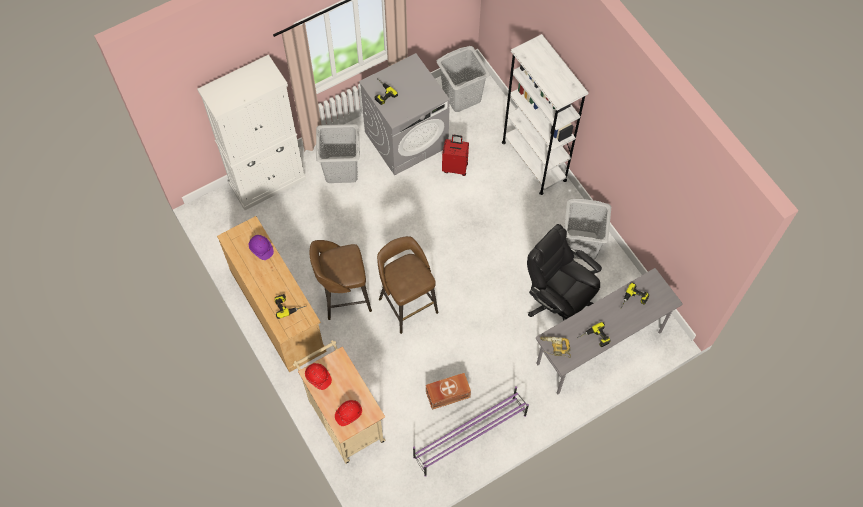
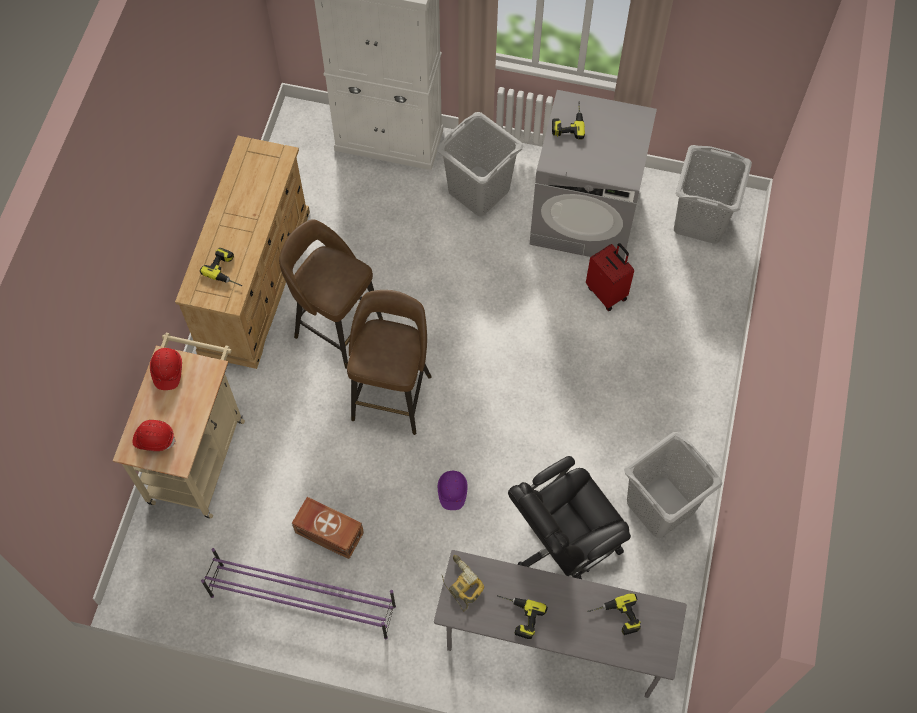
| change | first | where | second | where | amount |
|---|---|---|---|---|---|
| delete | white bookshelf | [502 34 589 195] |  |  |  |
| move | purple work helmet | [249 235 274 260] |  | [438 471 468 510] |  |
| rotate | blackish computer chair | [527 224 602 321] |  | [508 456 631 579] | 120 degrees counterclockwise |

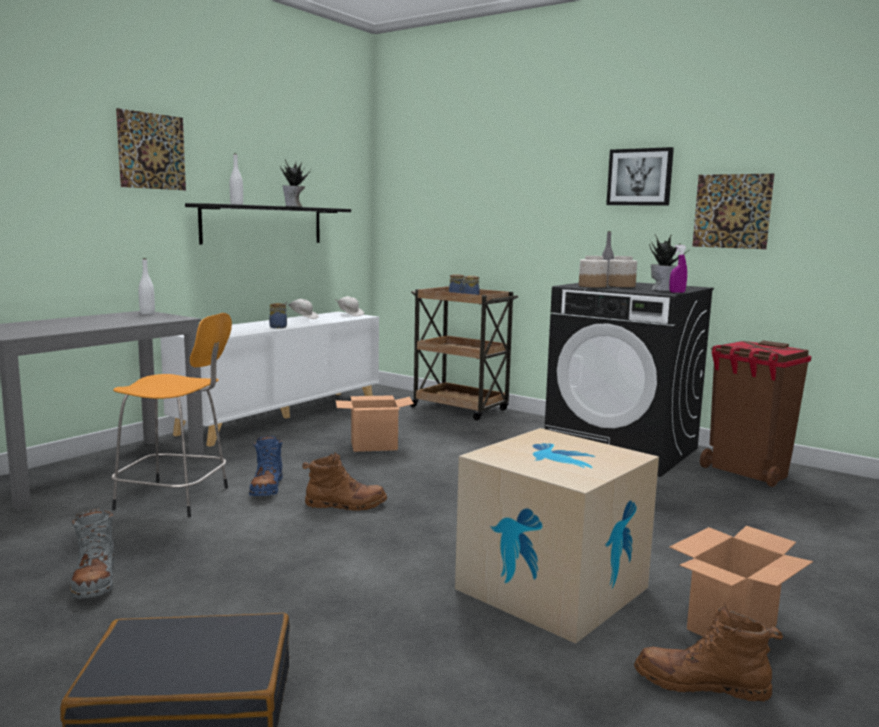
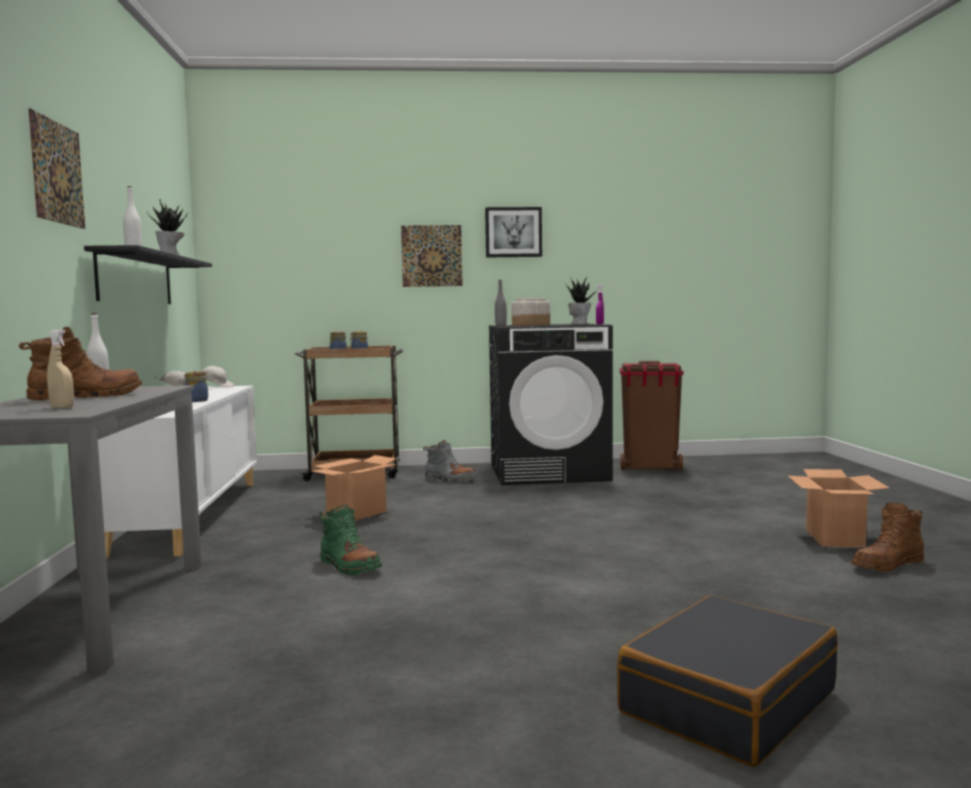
| change | first | where | second | where | amount |
|---|---|---|---|---|---|
| delete | orangey sitting stool | [111 313 232 517] |  |  |  |
| delete | cardboard box | [455 428 659 644] |  |  |  |
| insert |  |  | beige-coloured spray bottle | [47 329 74 408] |  |
| move | gray high-top boot | [70 508 115 599] |  | [423 440 478 483] |  |
| move | brownish high-top boot | [302 452 387 511] |  | [19 327 142 401] |  |
| move | wall picture | [692 174 774 249] |  | [401 225 463 287] |  |
| recolor | bluish high-top boot | [249 436 283 496] | green high-top boot | [319 505 382 575] |  |

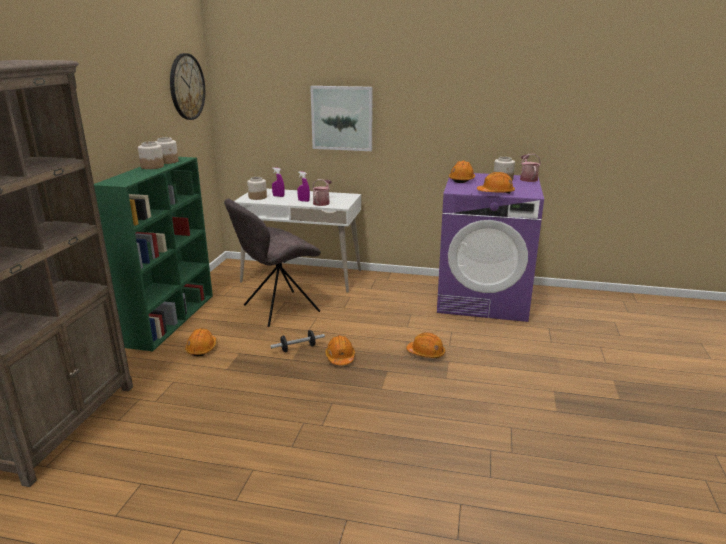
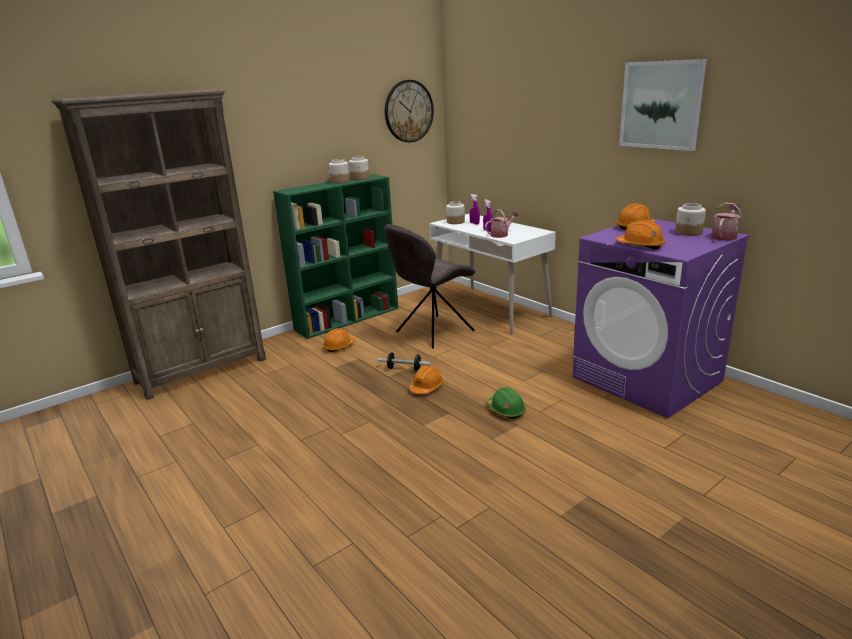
| change | first | where | second | where | amount |
|---|---|---|---|---|---|
| move | wall picture | [310 86 373 151] |  | [619 59 707 151] |  |
| recolor | orangey work helmet | [406 332 445 359] | green work helmet | [487 387 526 419] |  |
| rotate | gray upright chair | [224 198 321 327] |  | [384 224 475 349] | 45 degrees counterclockwise |

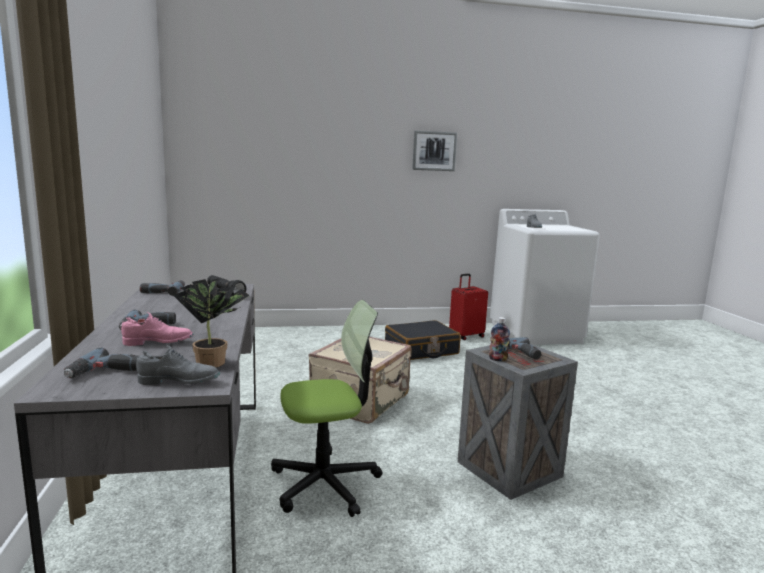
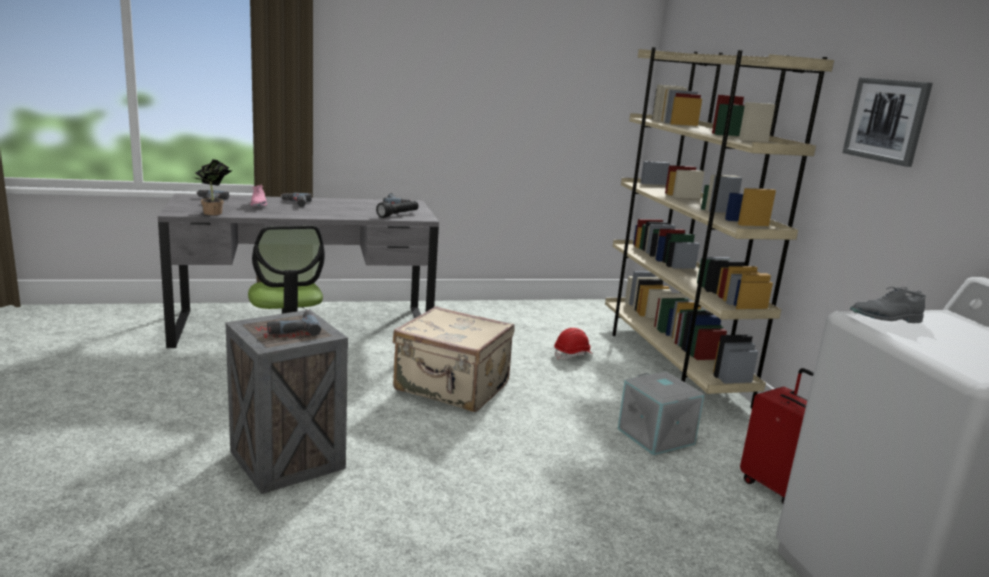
| change | first | where | second | where | amount |
|---|---|---|---|---|---|
| delete | gray item of footwear | [136 345 220 385] |  |  |  |
| delete | drink bottle | [489 317 510 361] |  |  |  |
| insert |  |  | red-coloured work helmet | [554 328 593 359] |  |
| insert |  |  | beige-coloured bookshelf | [605 47 834 408] |  |
| replace | blackish suitcase | [385 320 461 360] | gray storage container | [618 372 704 455] |  |

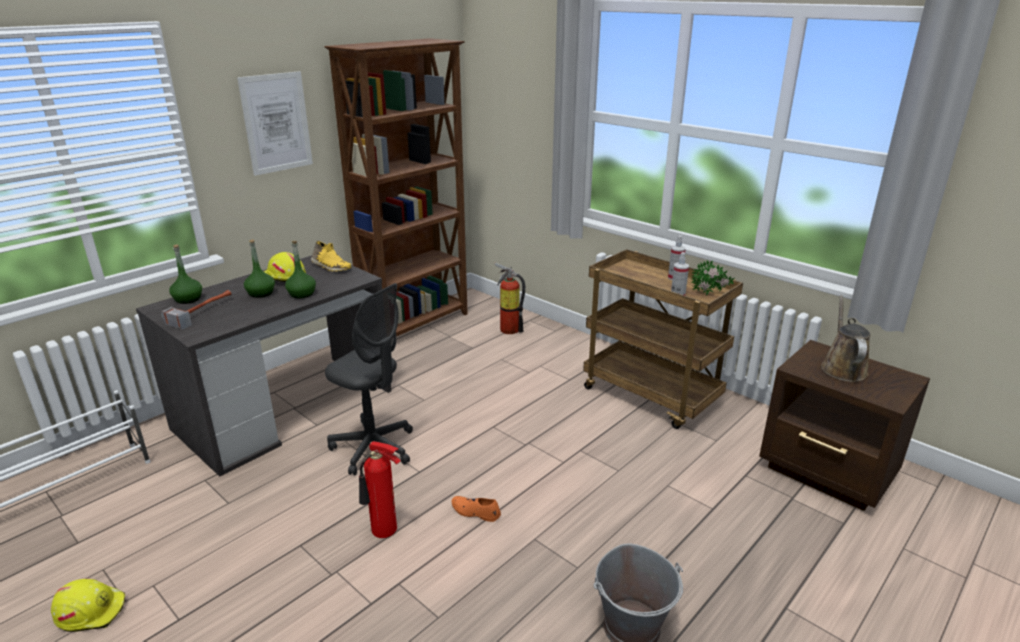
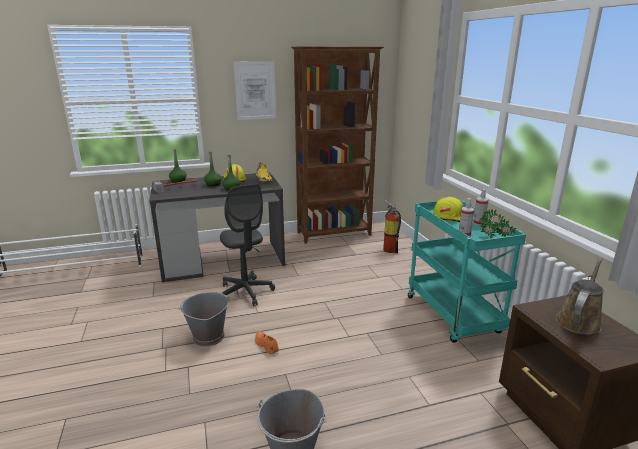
| change | first | where | second | where | amount |
|---|---|---|---|---|---|
| move | yellow-coloured work helmet | [51 579 125 632] |  | [433 197 464 222] |  |
| replace | fire-fighting cylinder | [359 441 401 538] | gray pail | [178 292 230 347] |  |
| recolor | brownish trolley | [583 249 743 429] | blue-green trolley | [408 199 526 343] |  |

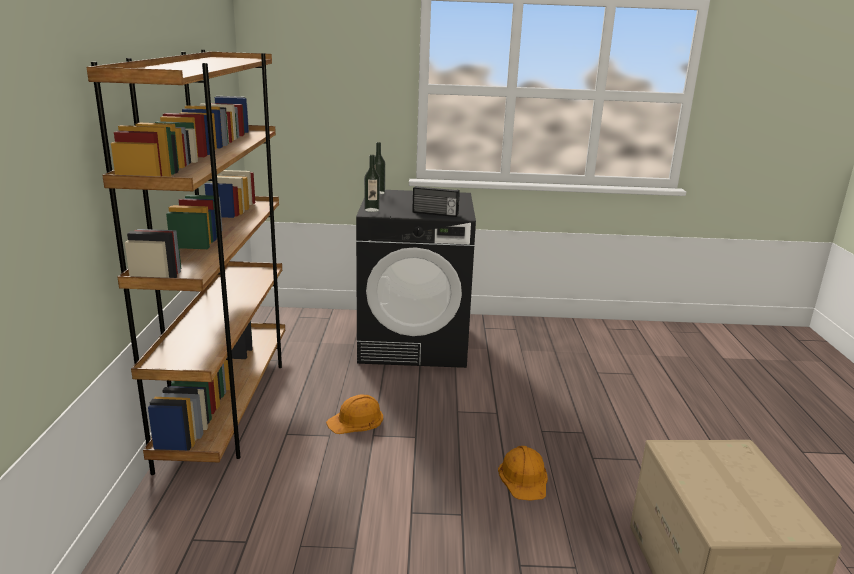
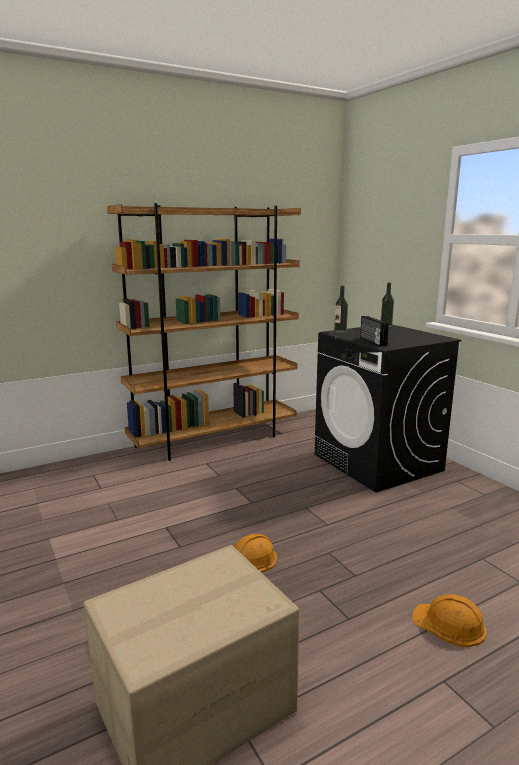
| change | first | where | second | where | amount |
|---|---|---|---|---|---|
| move | orangey work helmet | [326 395 383 434] |  | [412 594 487 647] |  |

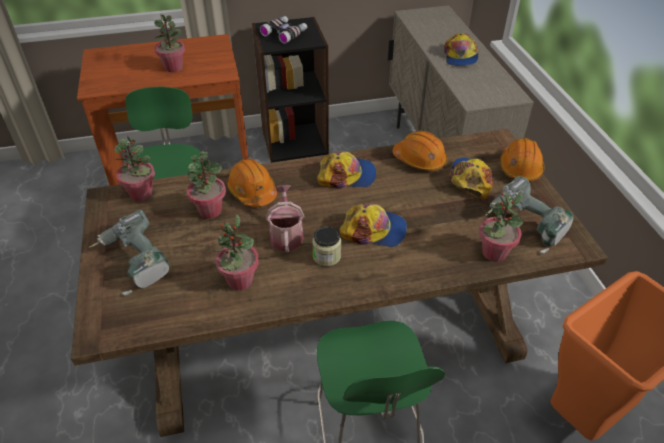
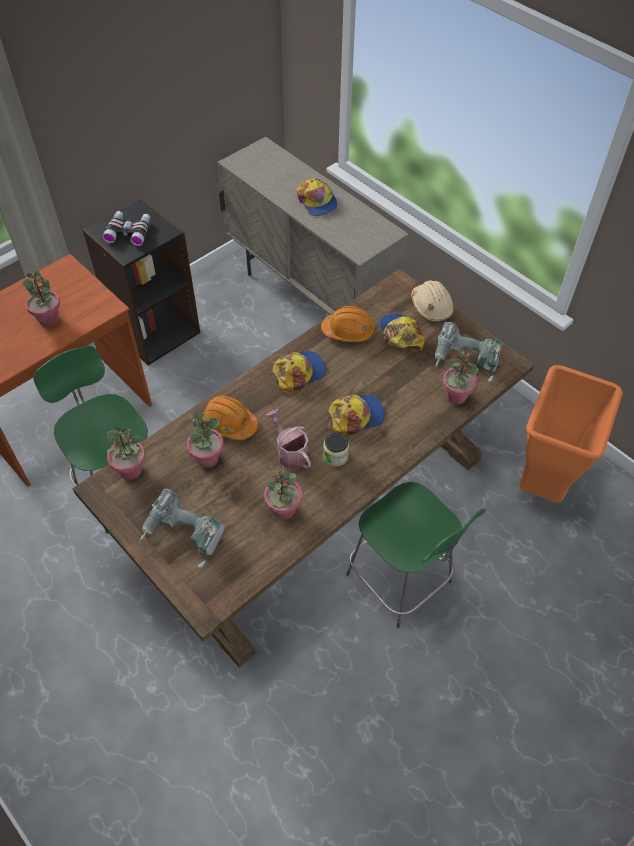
| change | first | where | second | where | amount |
|---|---|---|---|---|---|
| recolor | orangey work helmet | [500 138 544 182] | beige-coloured work helmet | [411 281 454 321] |  |

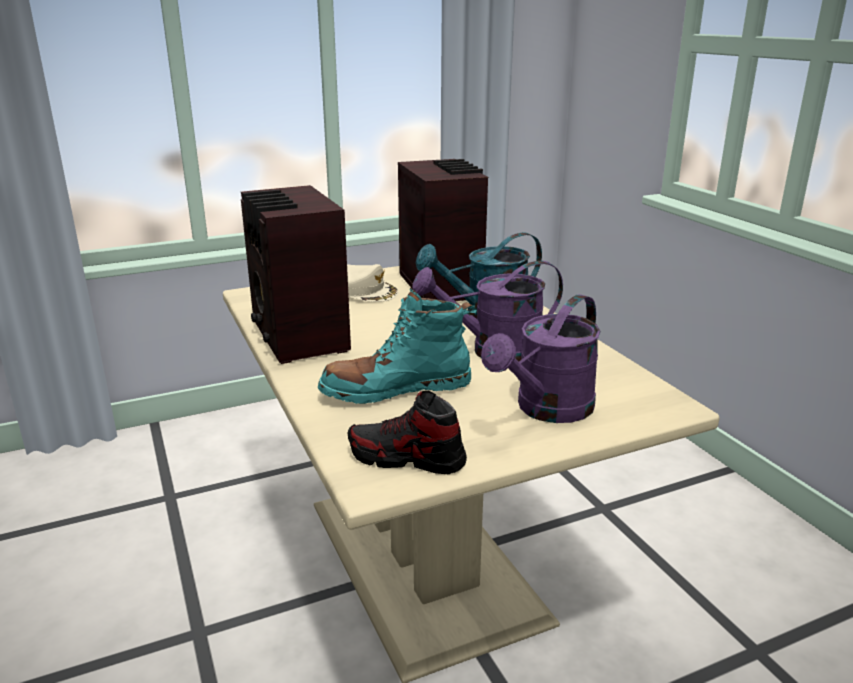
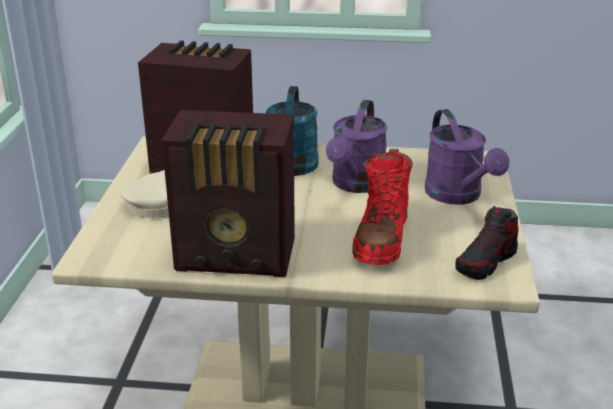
| change | first | where | second | where | amount |
|---|---|---|---|---|---|
| recolor | blue-green high-top boot | [318 288 477 404] | red-coloured high-top boot | [352 148 413 265] |  |

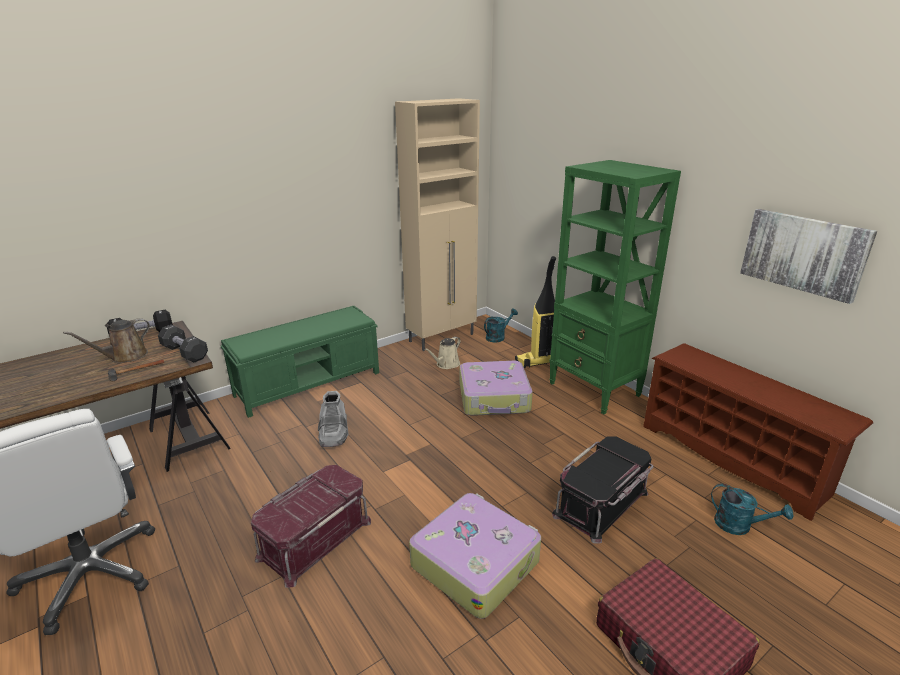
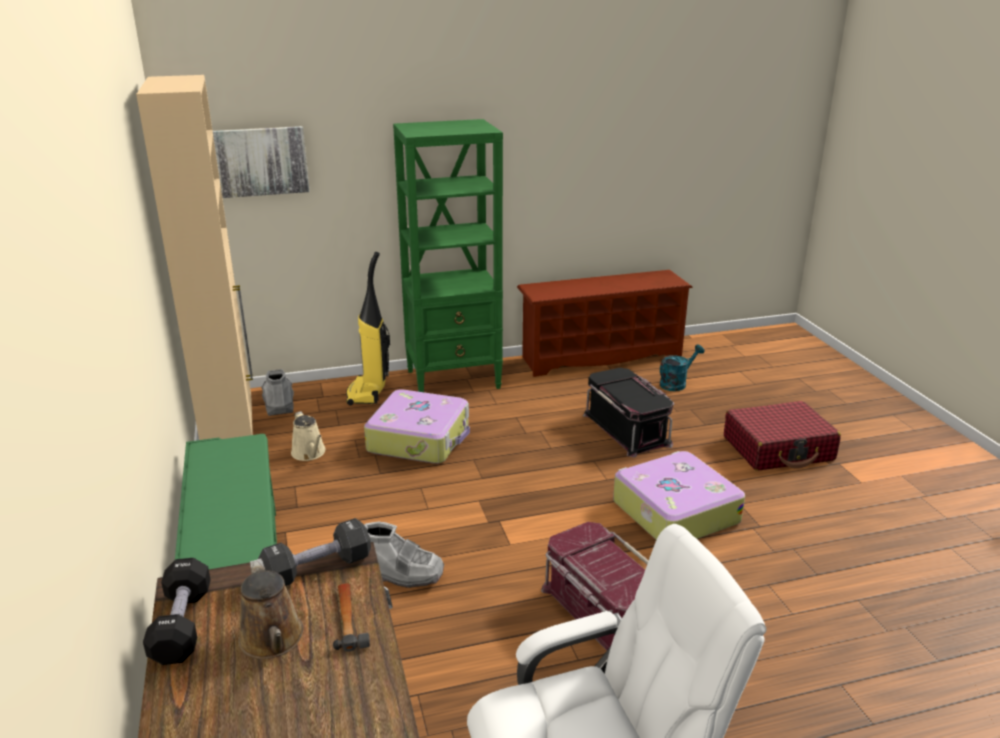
| change | first | where | second | where | amount |
|---|---|---|---|---|---|
| move | wall picture | [740 209 877 304] |  | [213 126 310 198] |  |
| replace | blue-green watering can | [484 309 518 342] | gray high-top boot | [261 369 294 416] |  |

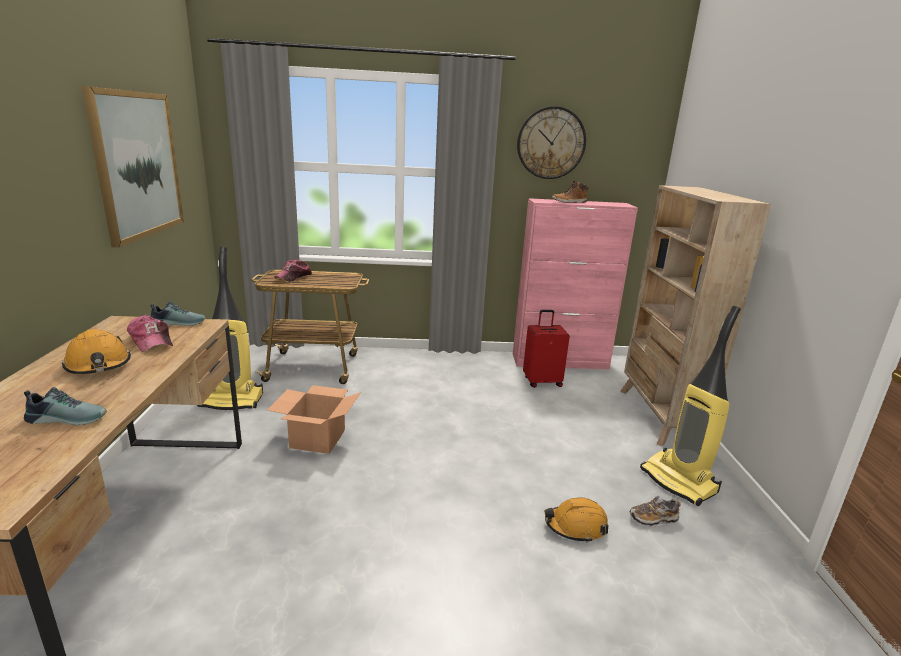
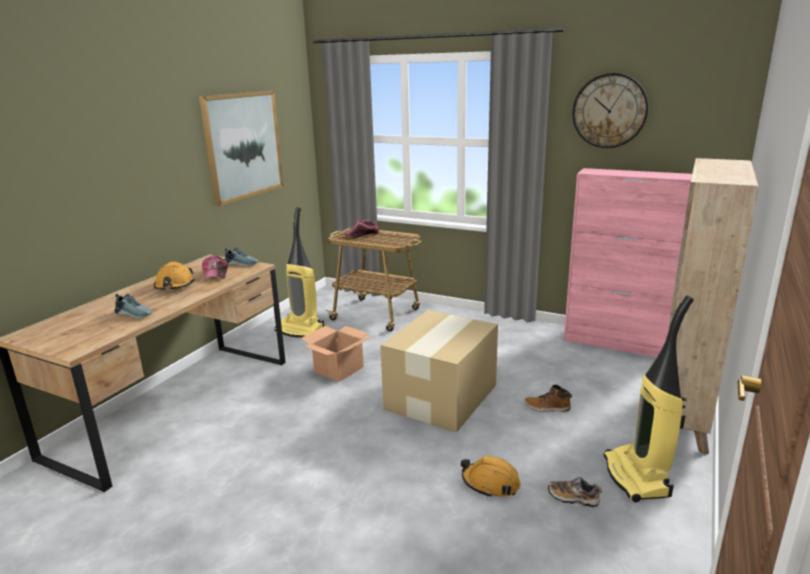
| change | first | where | second | where | amount |
|---|---|---|---|---|---|
| delete | red-coloured suitcase | [523 310 570 388] |  |  |  |
| insert |  |  | cardboard box | [380 310 498 432] |  |
| move | high-top boot | [552 181 588 203] |  | [524 385 572 412] |  |

